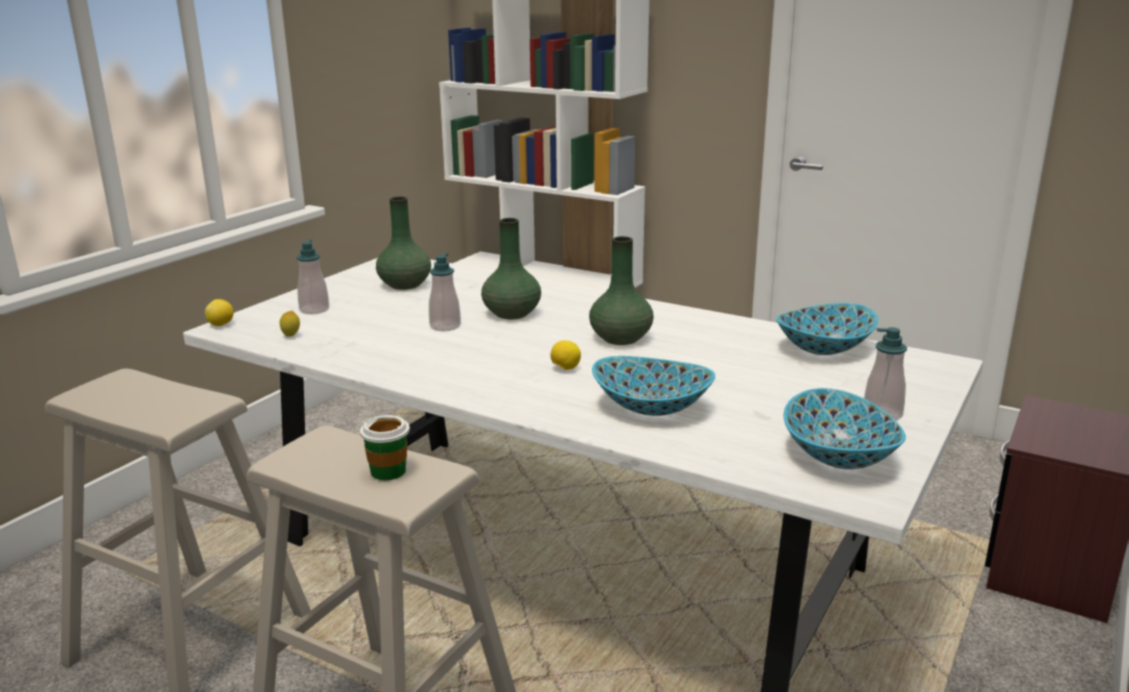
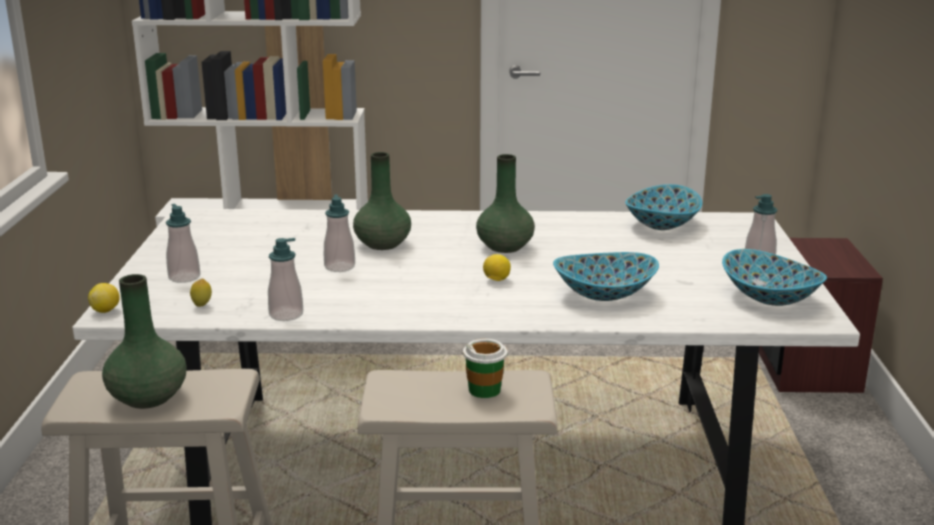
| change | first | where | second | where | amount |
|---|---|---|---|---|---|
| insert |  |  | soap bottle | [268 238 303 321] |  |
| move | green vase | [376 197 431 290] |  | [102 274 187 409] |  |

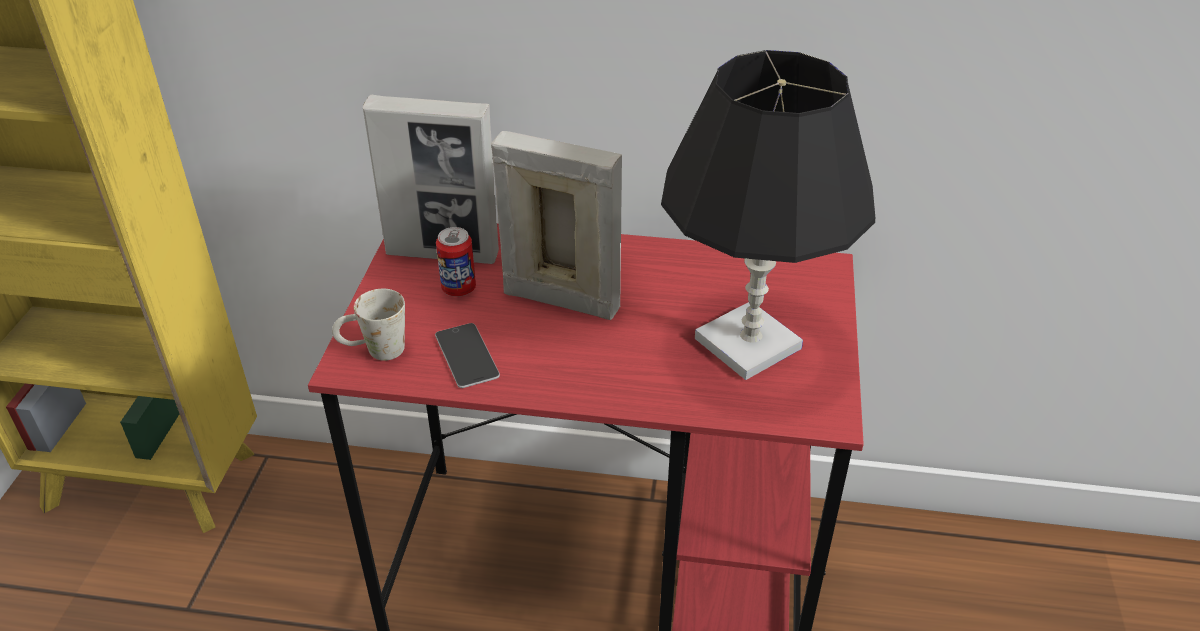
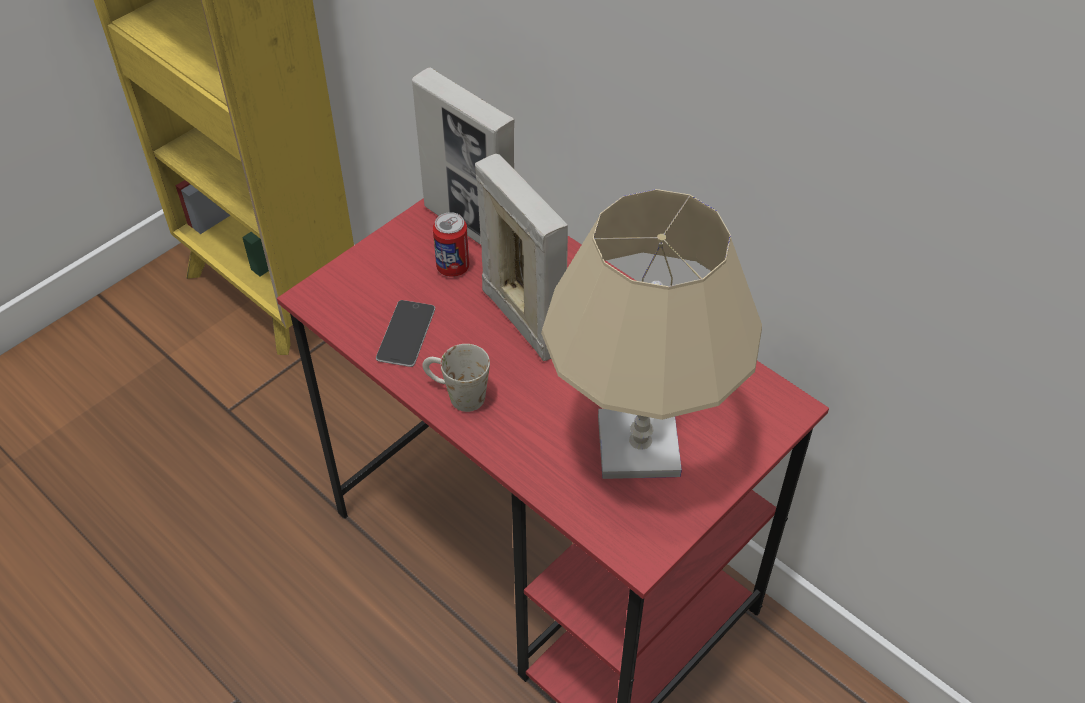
| change | first | where | second | where | amount |
|---|---|---|---|---|---|
| move | white mug | [332 289 405 361] |  | [422 344 490 412] |  |
| recolor | blackish tabletop lamp | [661 50 875 380] | beige-coloured tabletop lamp | [541 189 762 479] |  |

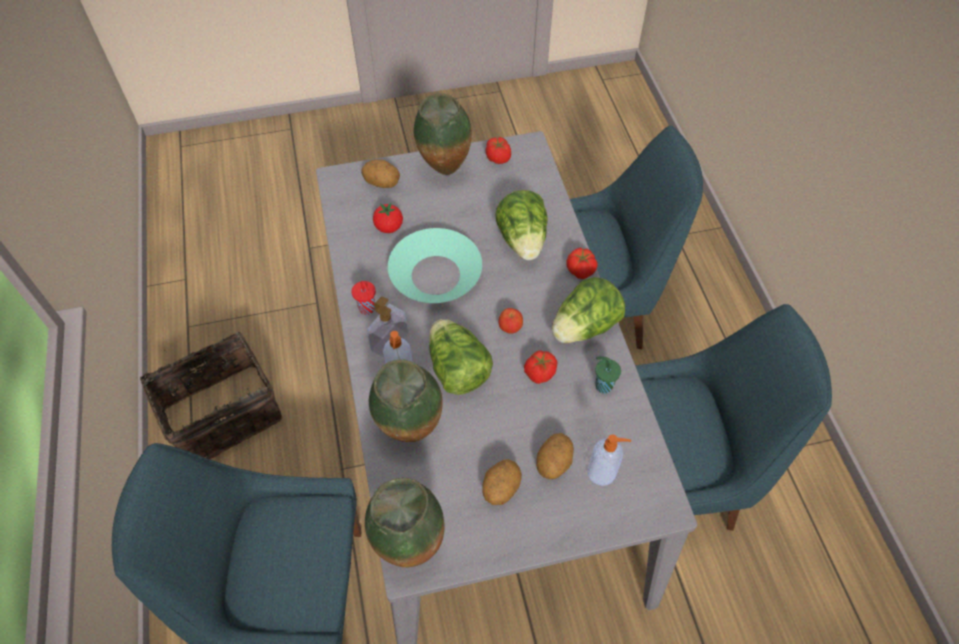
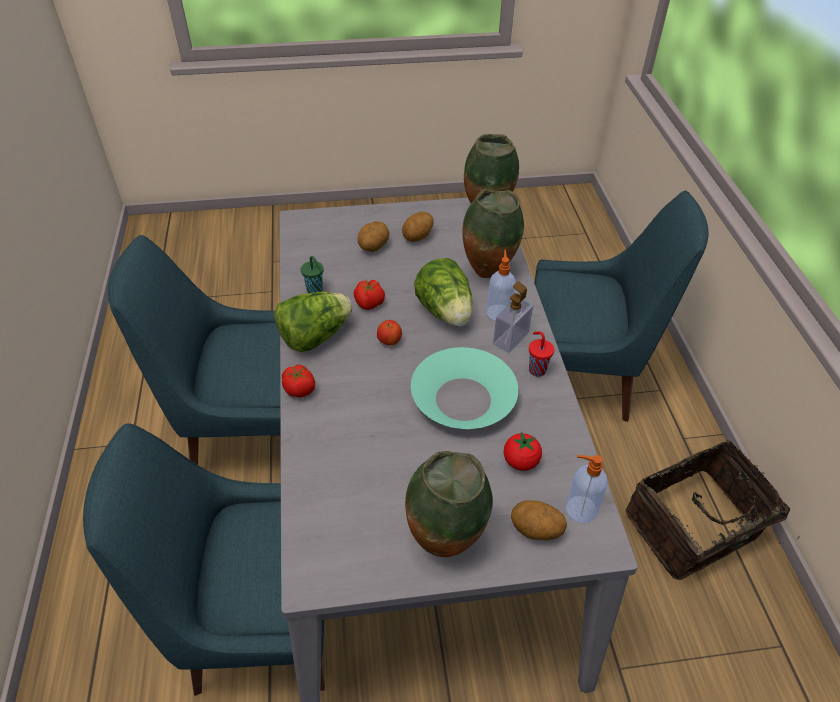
| change | first | where | second | where | amount |
|---|---|---|---|---|---|
| delete | tomato | [485 137 511 164] |  |  |  |
| delete | lettuce head | [496 190 547 260] |  |  |  |
| move | soap bottle | [587 435 631 486] |  | [566 455 608 523] |  |

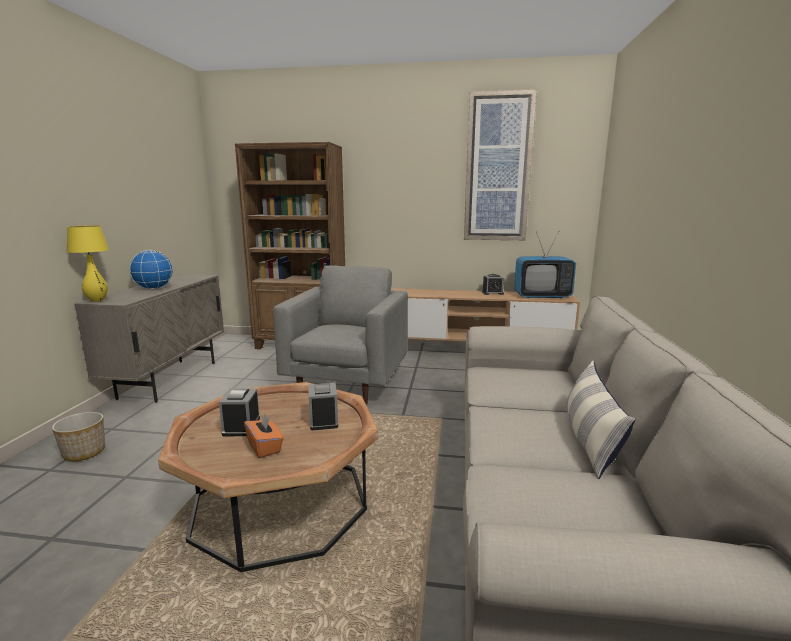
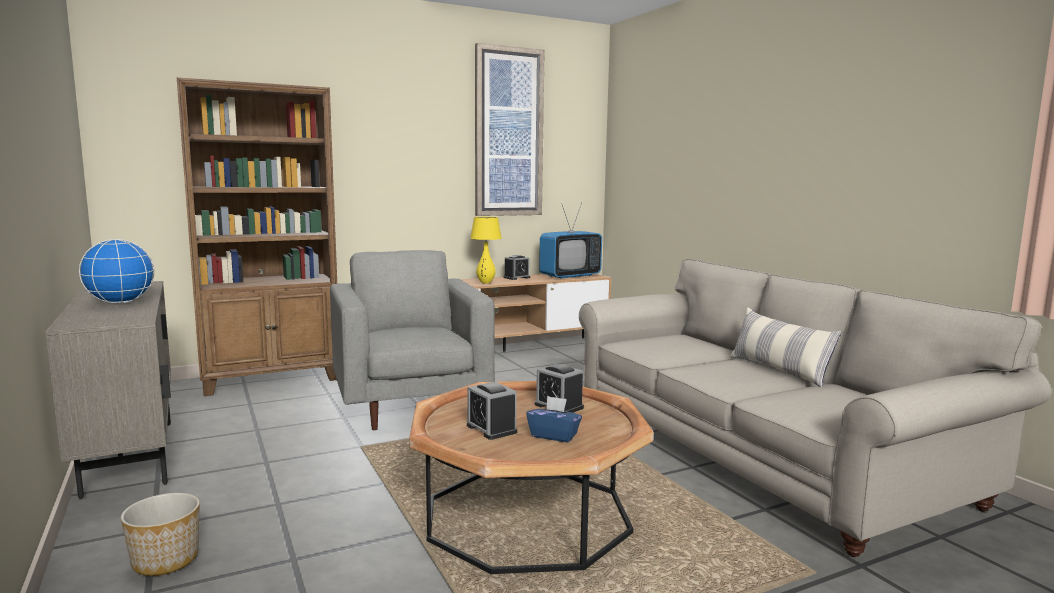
| change | first | where | second | where | amount |
|---|---|---|---|---|---|
| move | yellow-coloured tabletop lamp | [66 225 109 302] |  | [470 217 502 284] |  |
| recolor | orangey tissue box | [244 414 284 458] | bluish tissue box | [526 396 582 442] |  |

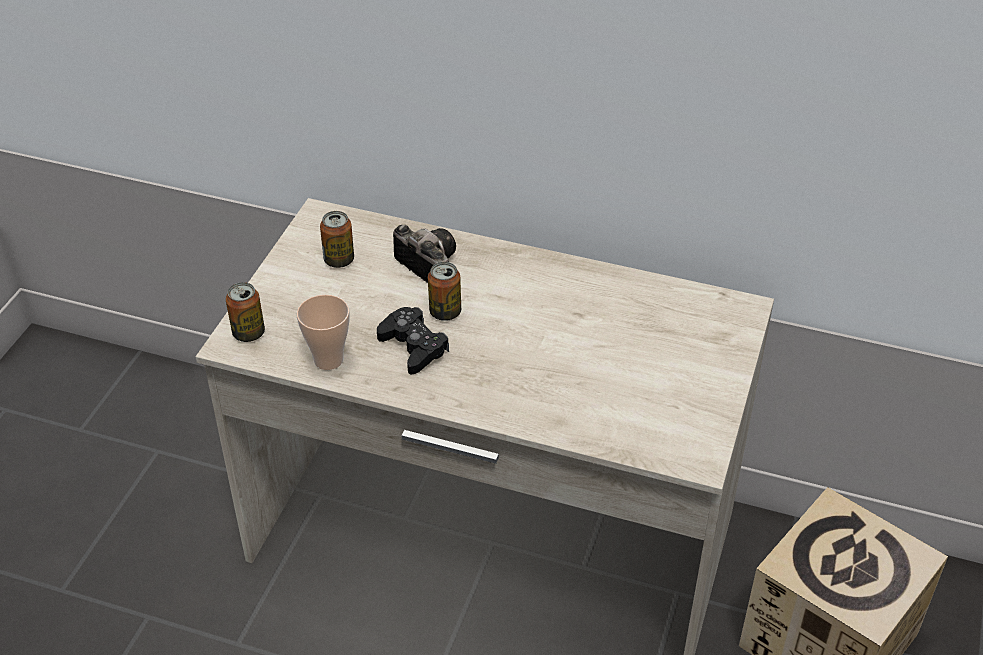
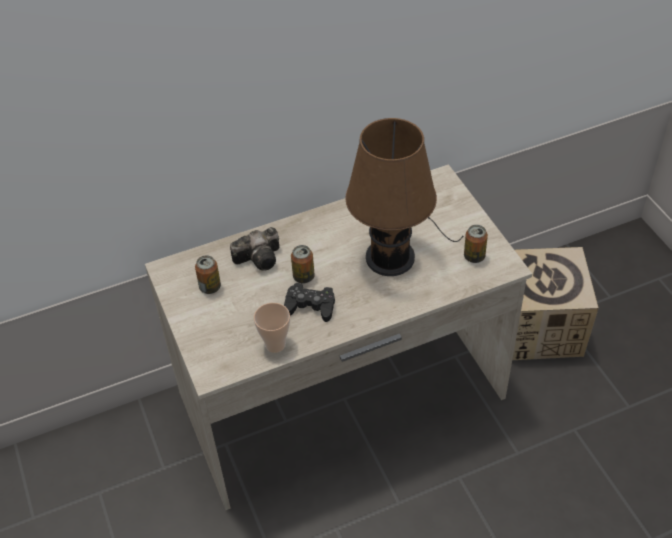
| change | first | where | second | where | amount |
|---|---|---|---|---|---|
| insert |  |  | brownish tabletop lamp | [345 118 463 276] |  |
| move | sealed can | [226 282 265 342] |  | [464 225 488 263] |  |
| rotate | still camera | [393 225 456 283] |  | [230 227 279 271] | 150 degrees clockwise |

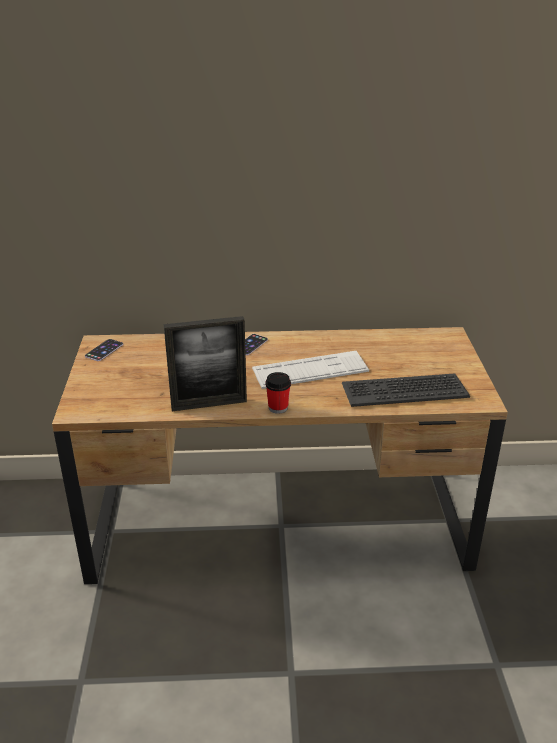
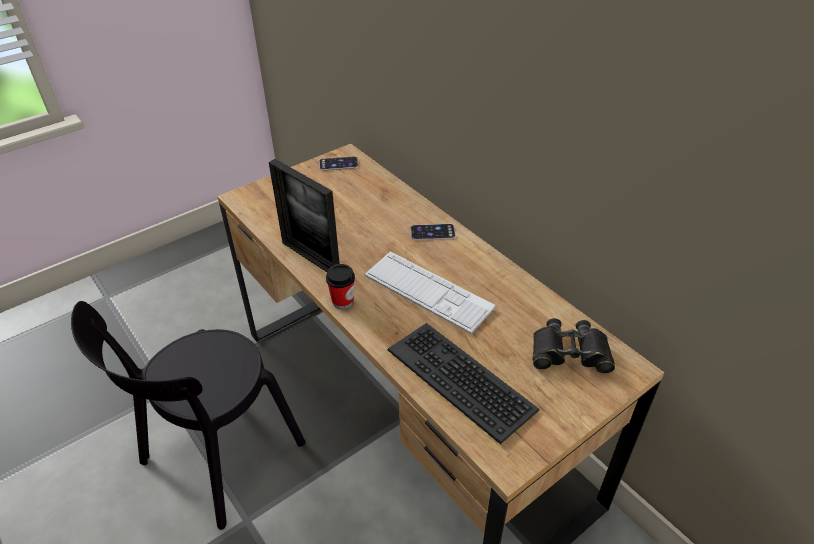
| change | first | where | second | where | amount |
|---|---|---|---|---|---|
| insert |  |  | blackish upright chair | [71 301 305 530] |  |
| insert |  |  | blackish pair of binoculars | [533 318 615 374] |  |

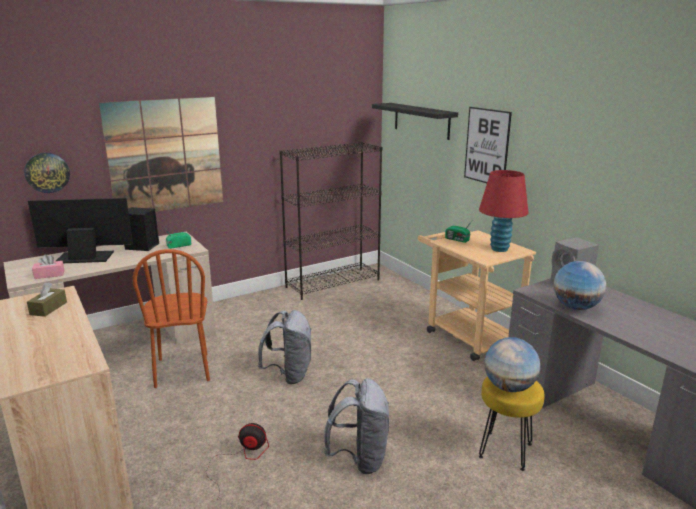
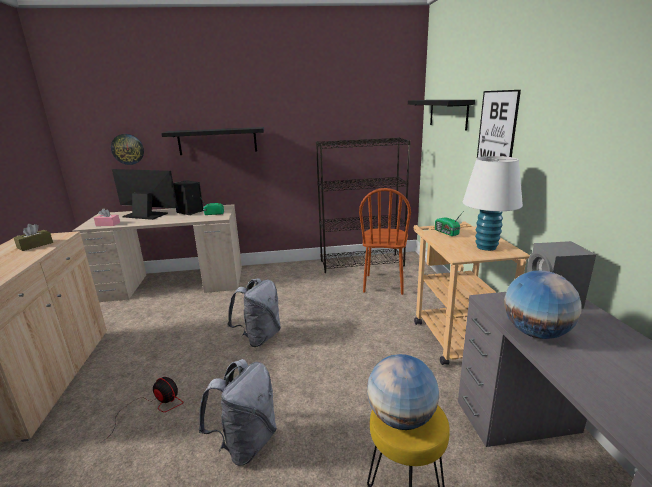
| change | first | where | second | where | amount |
|---|---|---|---|---|---|
| move | brownish upright chair | [133 249 210 388] |  | [359 188 411 295] |  |
| replace | wall picture | [99 97 223 212] | blackish bracket shelf | [161 127 264 155] |  |
| recolor | red-coloured tabletop lamp | [479 170 529 252] | white tabletop lamp | [463 156 523 251] |  |

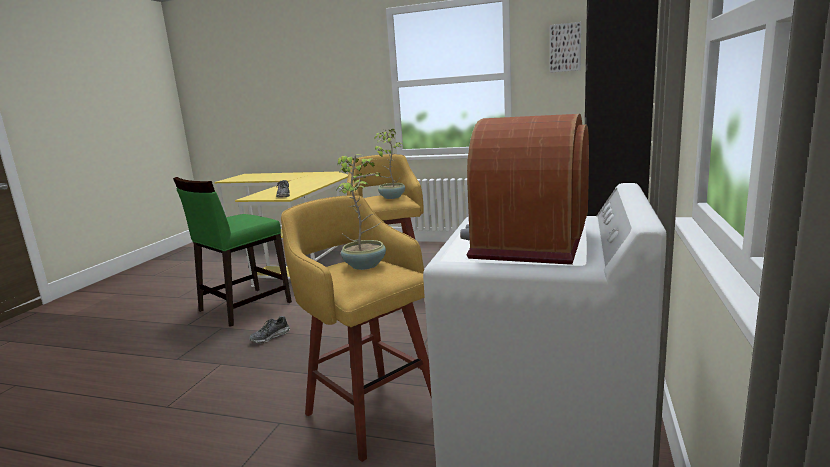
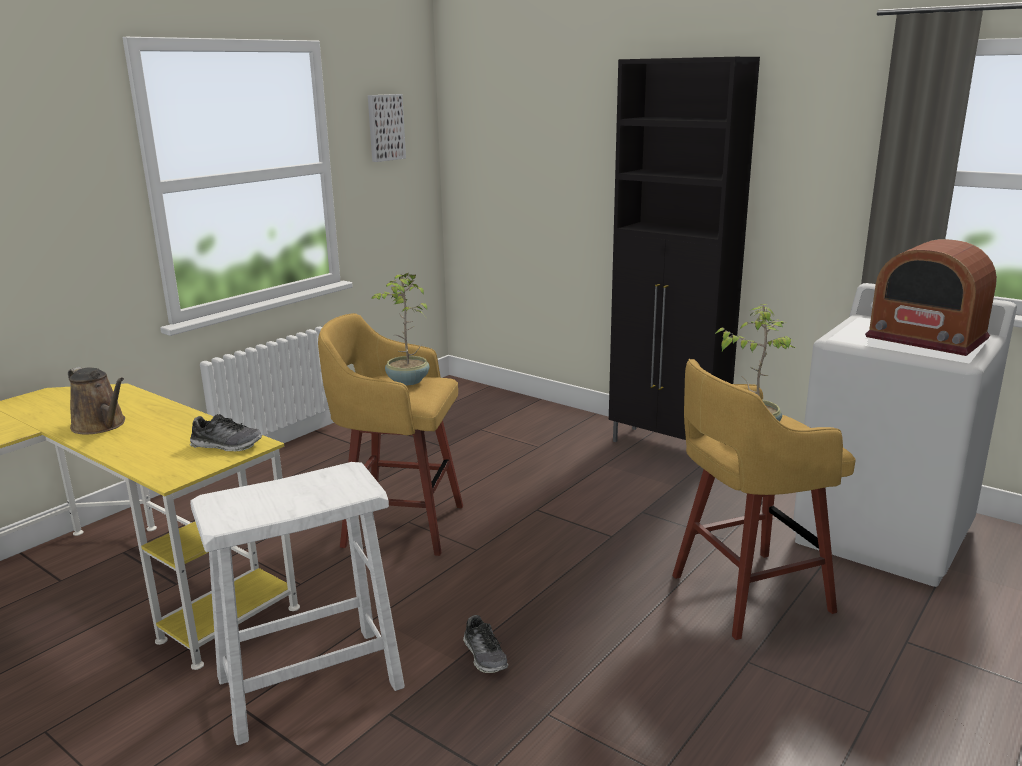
| change | first | where | second | where | amount |
|---|---|---|---|---|---|
| insert |  |  | brownish watering can | [68 367 125 434] |  |
| replace | green upright chair | [173 177 292 327] | white sitting stool | [190 462 405 745] |  |

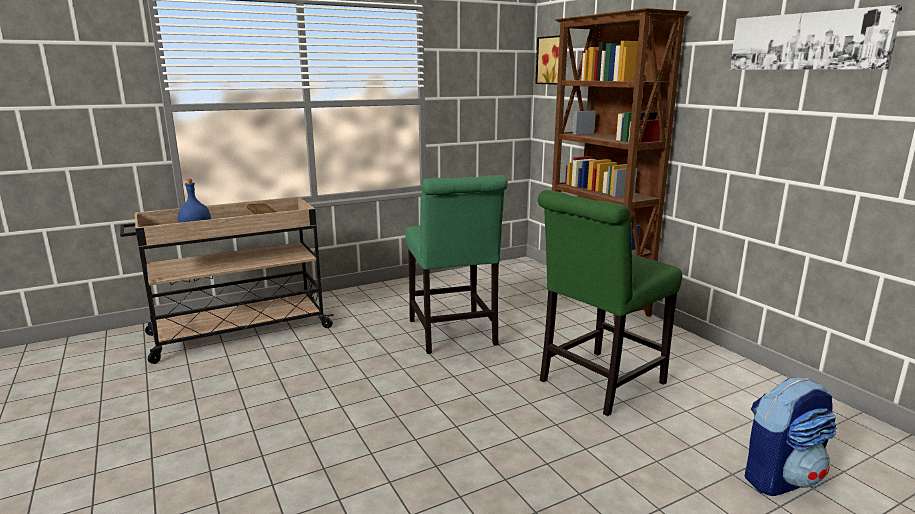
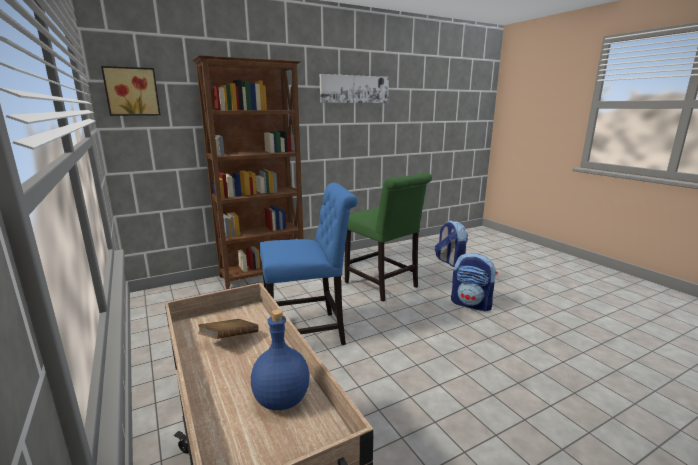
| change | first | where | second | where | amount |
|---|---|---|---|---|---|
| insert |  |  | backpack | [451 253 498 312] |  |
| recolor | green upright chair | [406 175 508 354] | bluish upright chair | [259 183 358 345] |  |

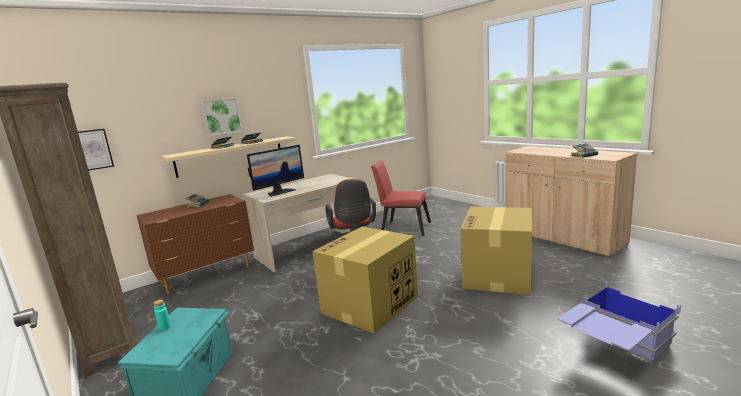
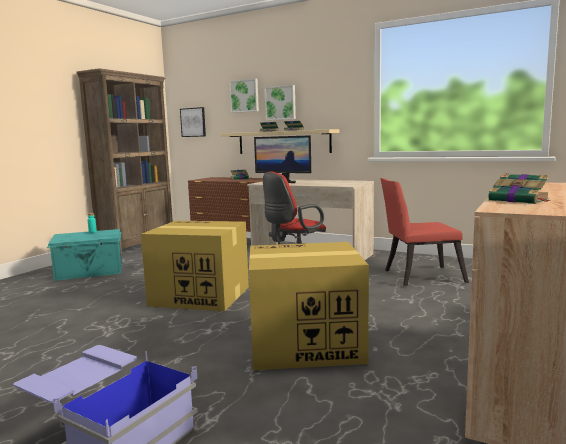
| change | first | where | second | where | amount |
|---|---|---|---|---|---|
| insert |  |  | wall picture | [229 79 259 113] |  |
| rotate | red-coloured upright chair | [371 160 431 236] |  | [380 178 469 286] | 90 degrees counterclockwise |

